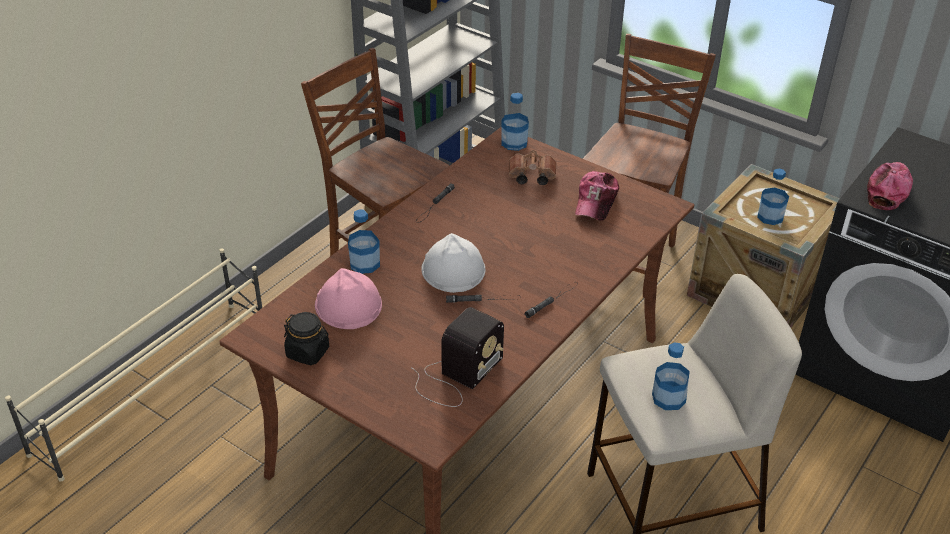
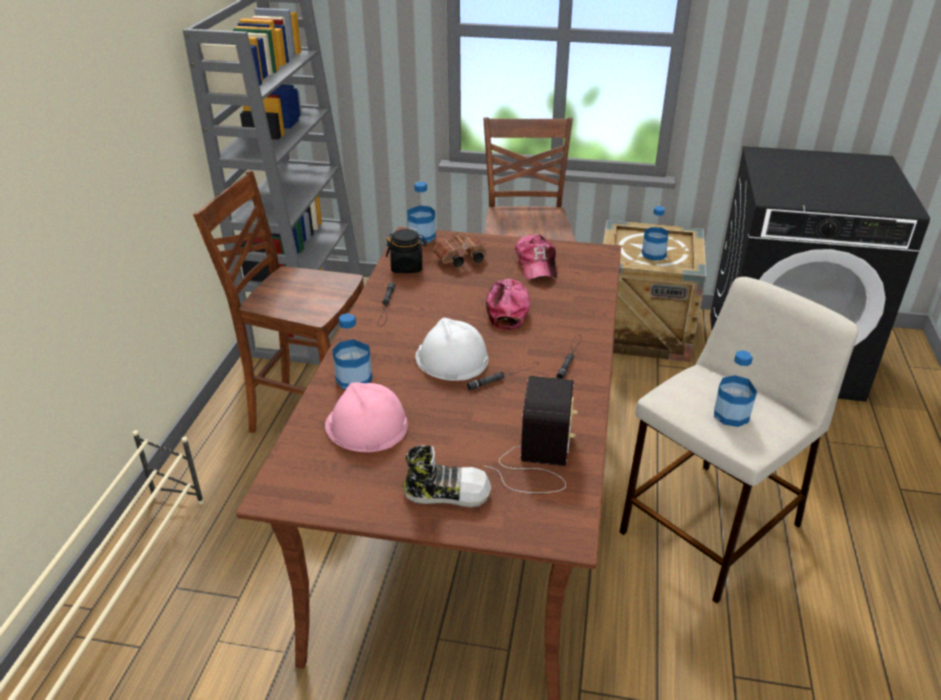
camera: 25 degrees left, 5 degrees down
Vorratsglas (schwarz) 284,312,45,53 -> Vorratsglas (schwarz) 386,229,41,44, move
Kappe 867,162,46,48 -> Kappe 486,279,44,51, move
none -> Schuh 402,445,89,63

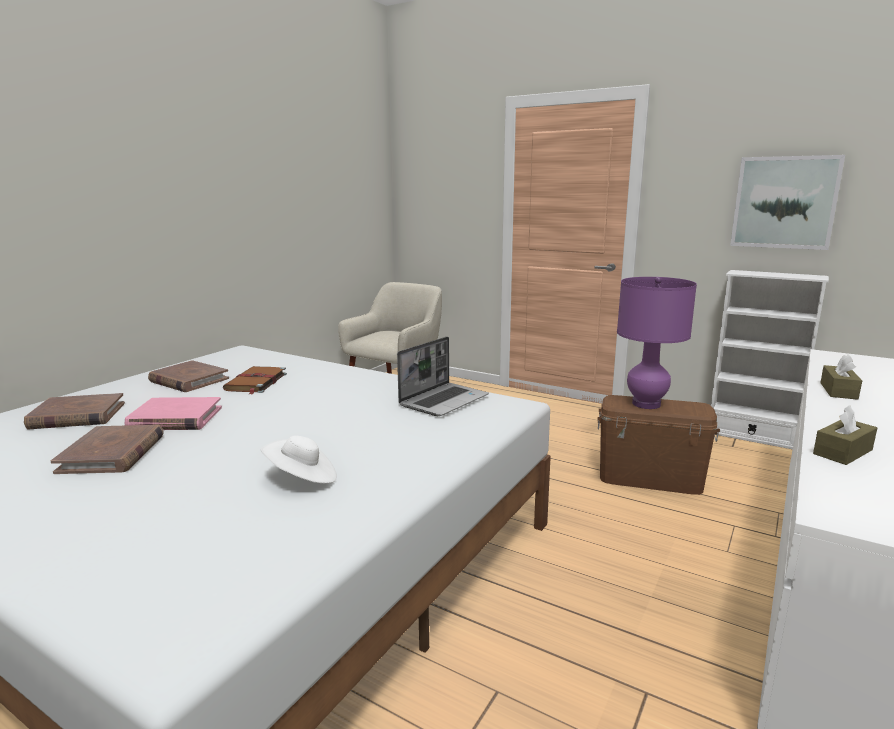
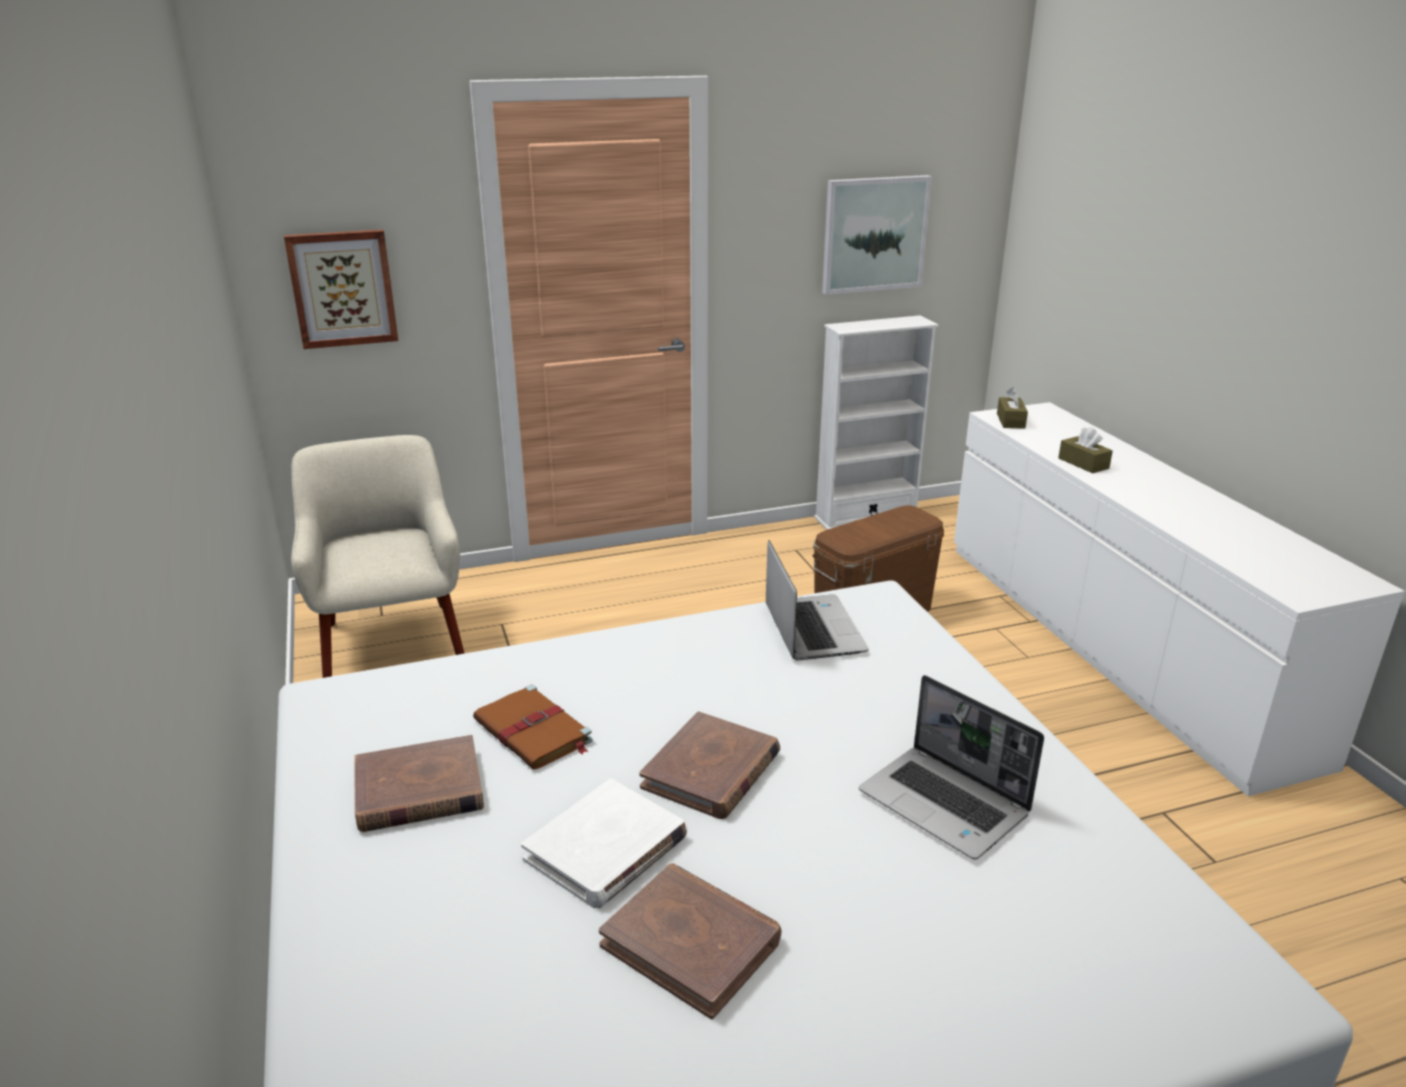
camera: 50 degrees left, 10 degrees up
Buch (braun) 24,393,101,37 -> Buch (braun) 639,711,141,108, move
Buch (rosa) 125,397,97,33 -> Buch (weiß) 521,779,166,129
Hut (weiß) 261,435,76,49 -> Laptop 859,675,185,185
Tischlampe (lila) 617,277,80,132 -> none
Taschentuchbox (braun) 813,405,64,60 -> Taschentuchbox (braun) 997,387,31,42, move
none -> Bild 284,229,114,120

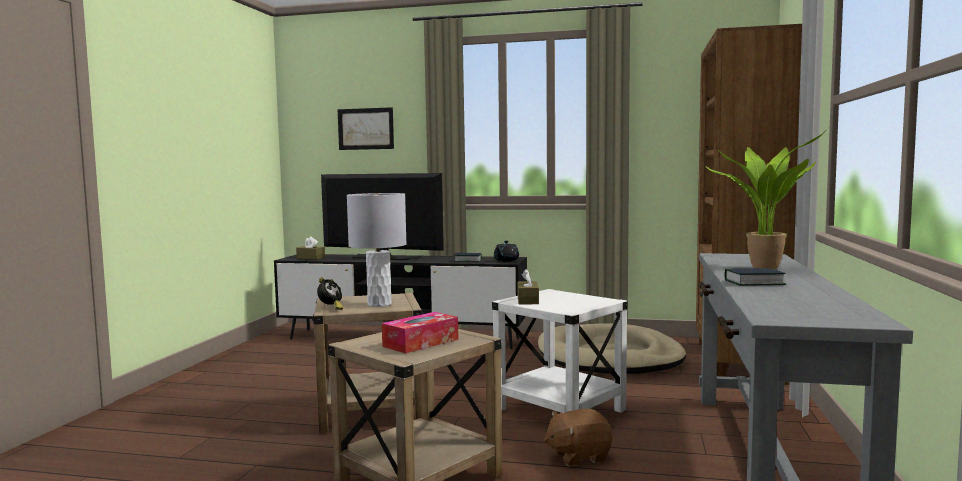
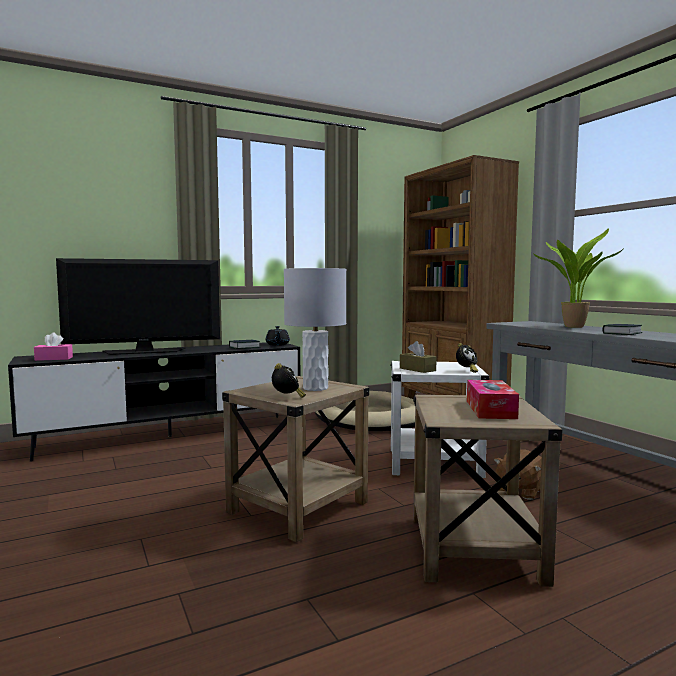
camera: 40 degrees left, 0 degrees up
Taschentuchbox (braun) 296,236,29,24 -> Taschentuchbox (rosa) 34,333,39,28
Bild 338,107,56,43 -> none
none -> Wecker 456,343,22,30

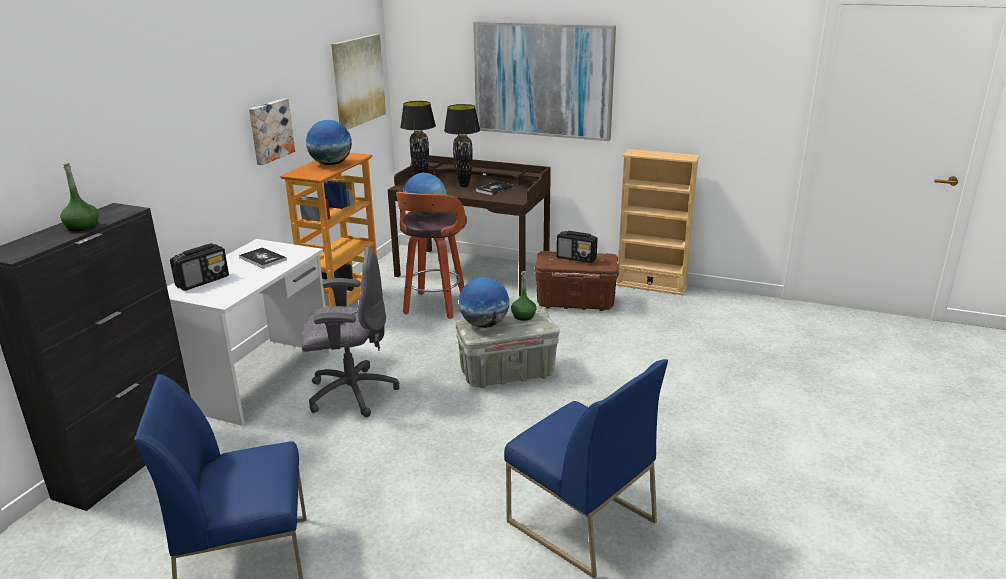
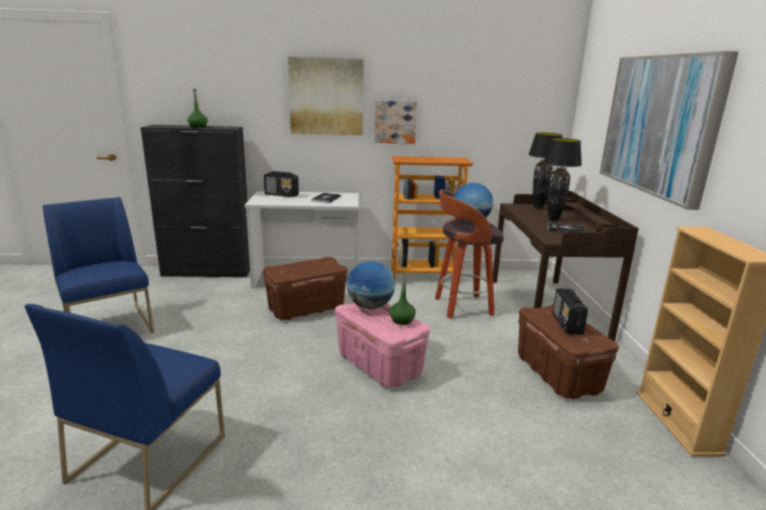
camera: 65 degrees right, 5 degrees down
Bürostuhl (grau) 301,246,98,171 -> Aufbewahrungsbox (braun) 263,257,85,63
Globus 306,120,46,45 -> none
Bild 331,34,55,96 -> Bild 288,57,76,78, move
Aufbewahrungsbox (grau) 456,309,104,79 -> Aufbewahrungsbox (rosa) 335,303,95,85

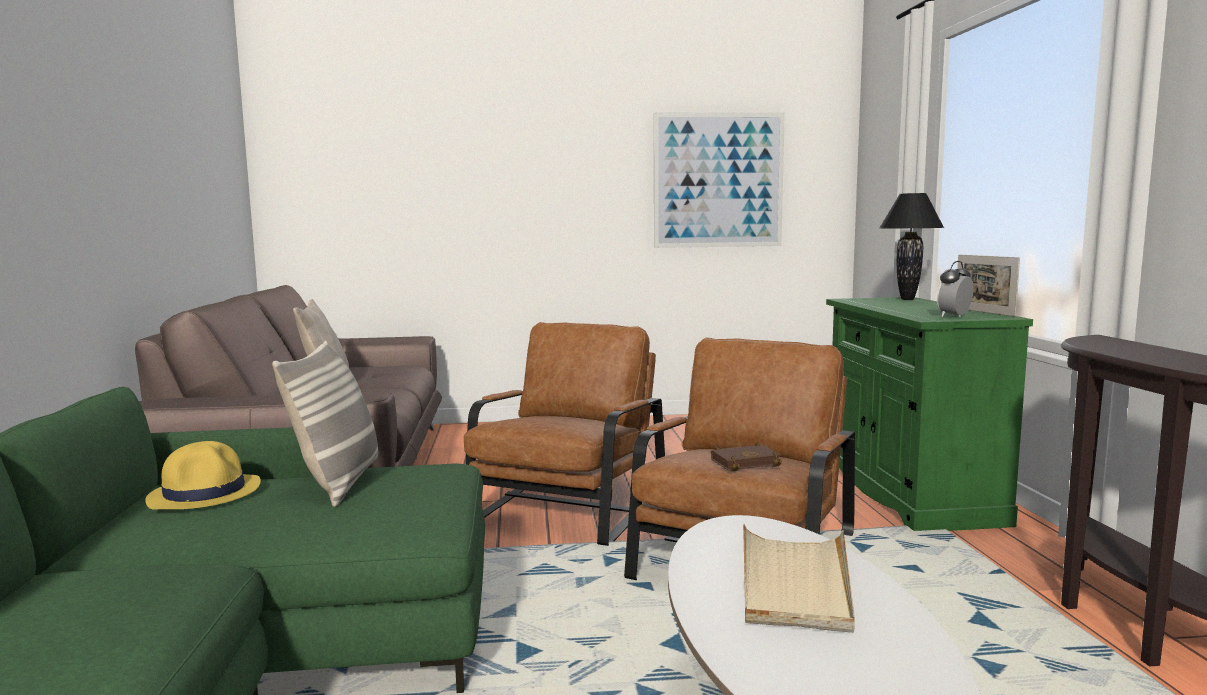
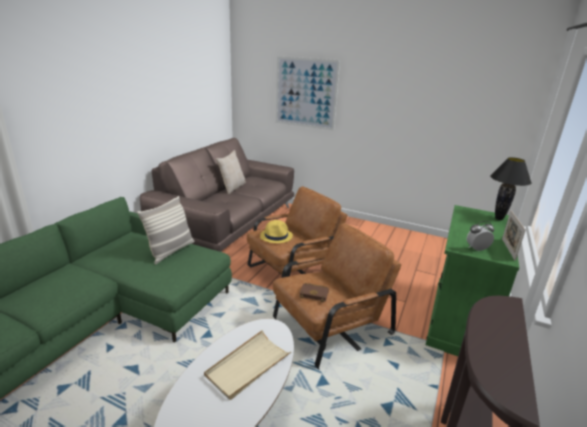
camera: 30 degrees right, 15 degrees up
Hut (gelb) 145,441,116,68 -> Hut (gelb) 260,220,33,23, move
Bild 654,112,131,136 -> Bild 276,56,64,74, move

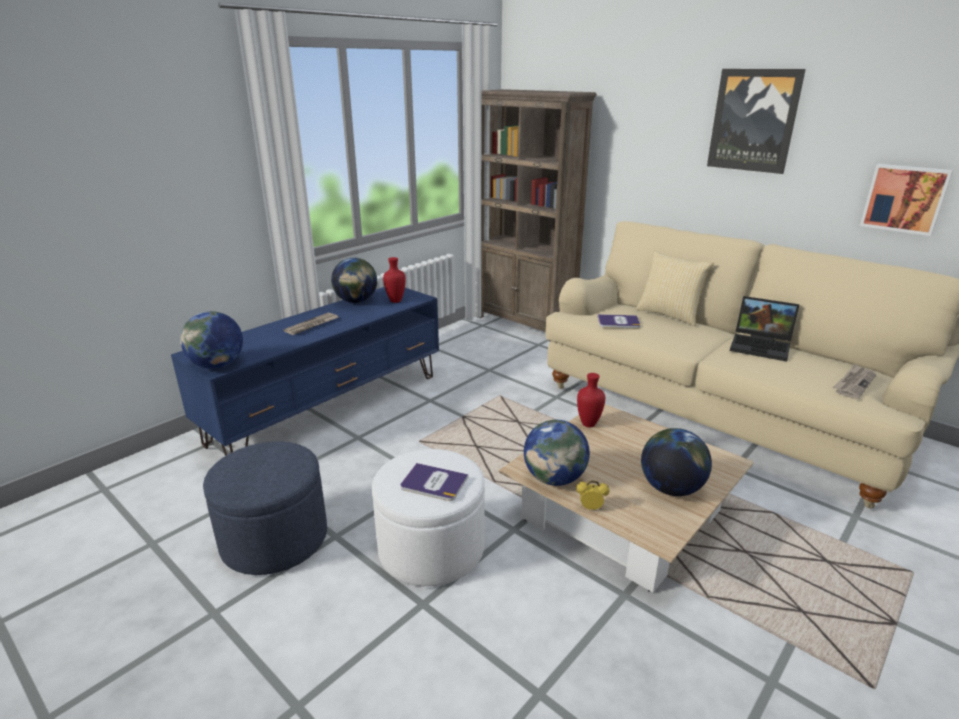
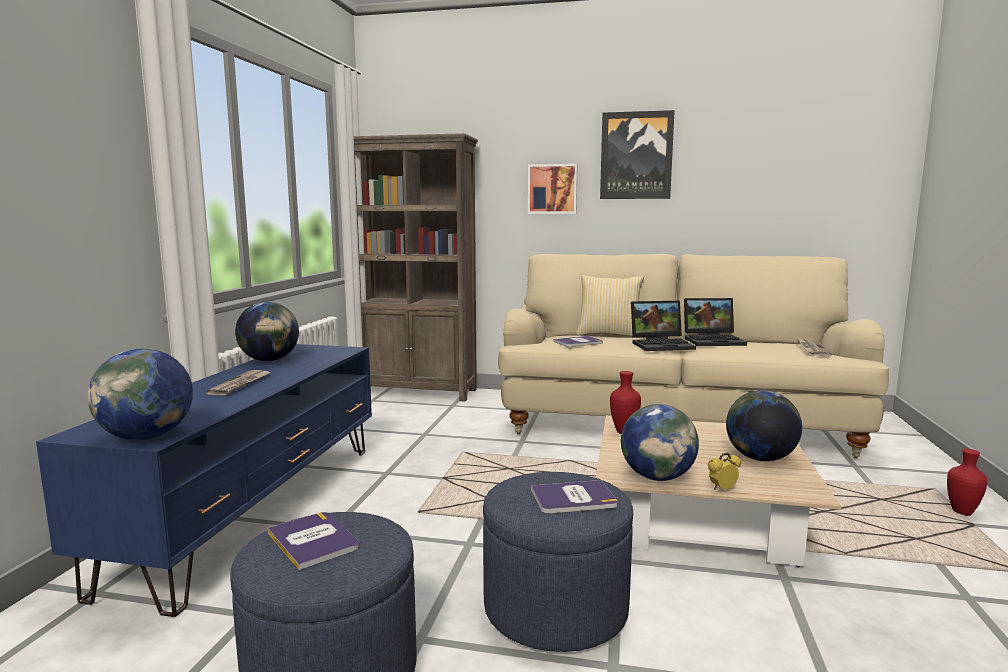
camera: 30 degrees left, 15 degrees down
Polsterhocker (weiß) 372,449,113,137 -> Polsterhocker (blau) 483,472,150,180
Vase (rot) 383,257,23,46 -> Vase (rot) 947,449,41,67, move
Bild 860,164,93,72 -> Bild 528,164,50,50, move
none -> Buch 267,512,92,58
none -> Laptop 631,301,65,50

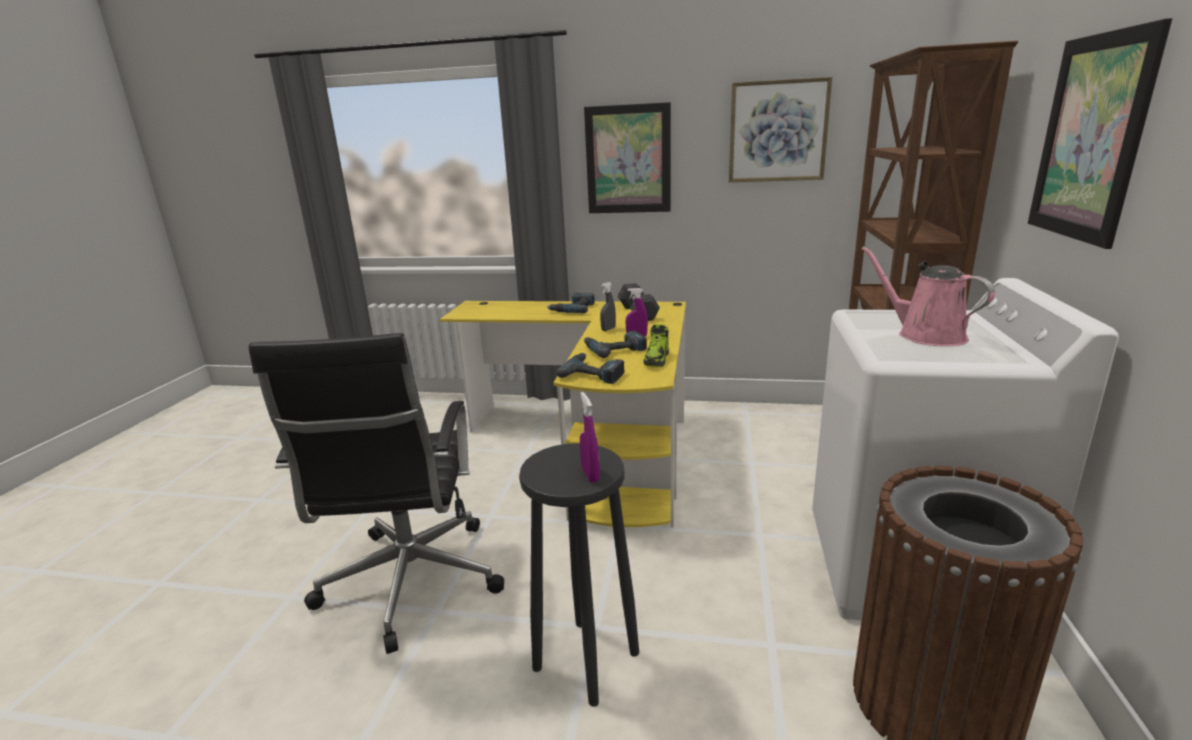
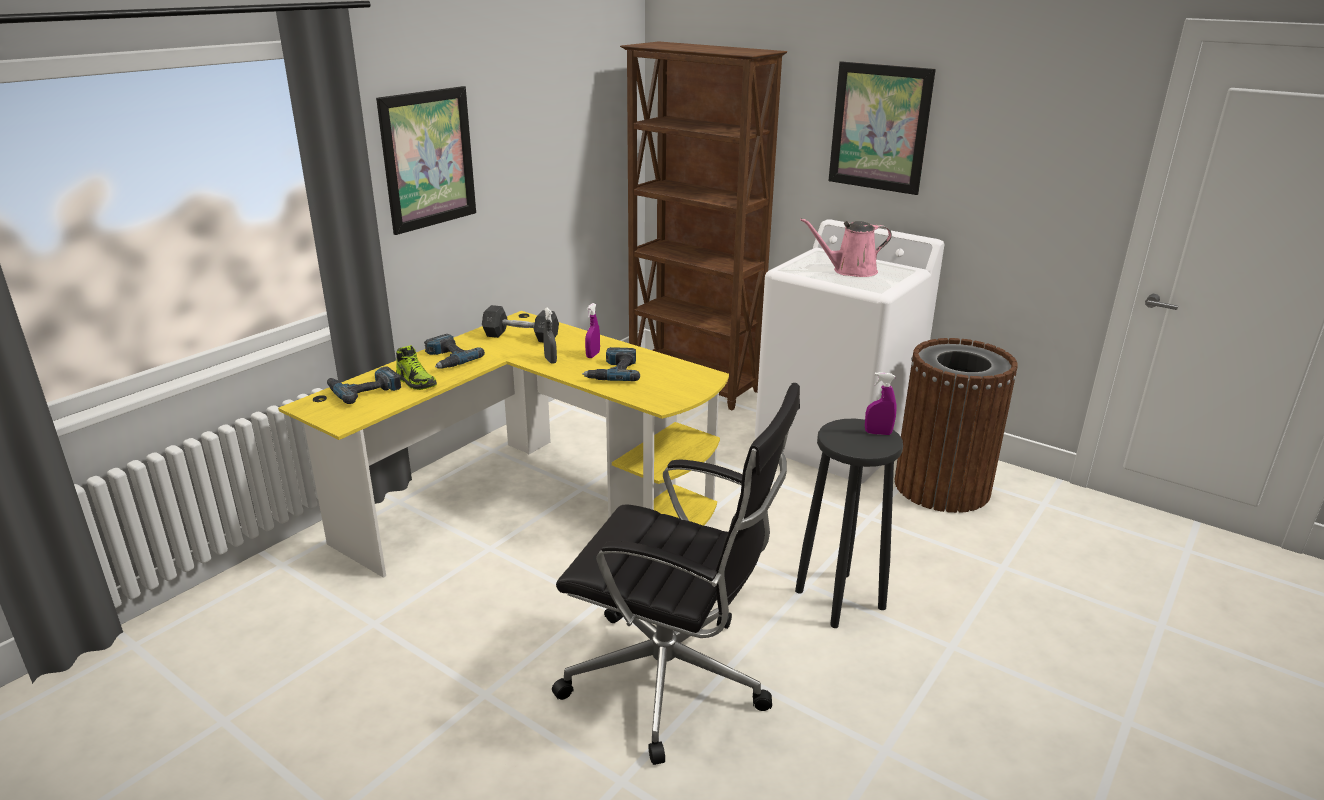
camera: 65 degrees left, 5 degrees up
Bohrmaschine 556,353,69,31 -> Bohrmaschine 327,366,74,38, move
Schuh 643,324,26,43 -> Schuh 396,345,41,45, move
Bild 729,77,103,105 -> none

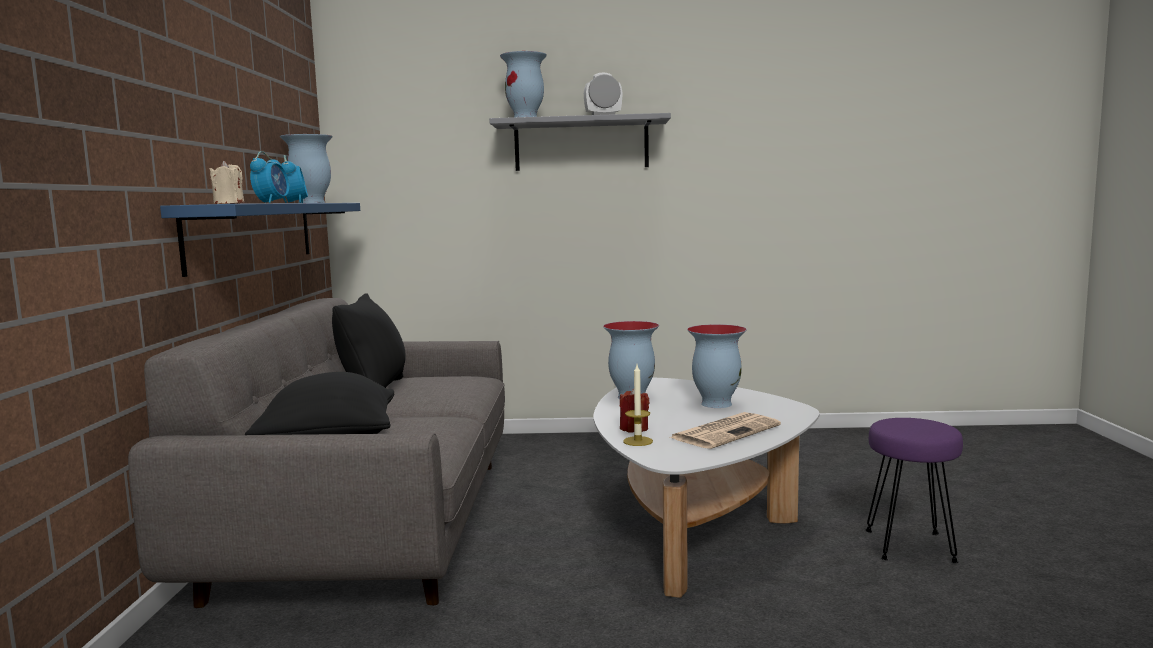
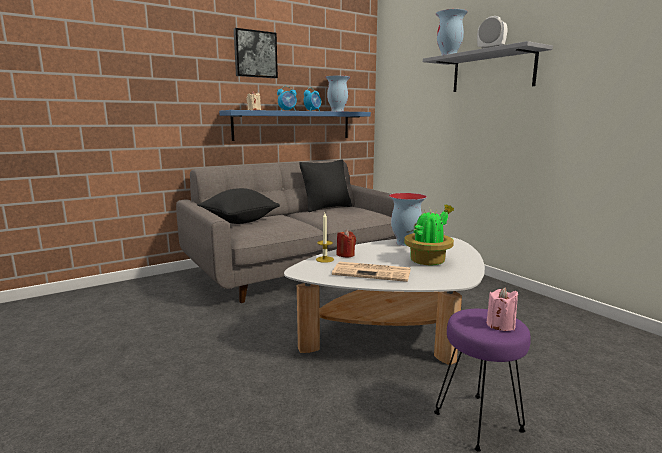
camera: 55 degrees right, 5 degrees up
Vase 687,324,60,84 -> Topfpflanze 404,204,50,61
none -> Bild 234,28,44,50
none -> Kerze (rosa) 486,287,32,44

